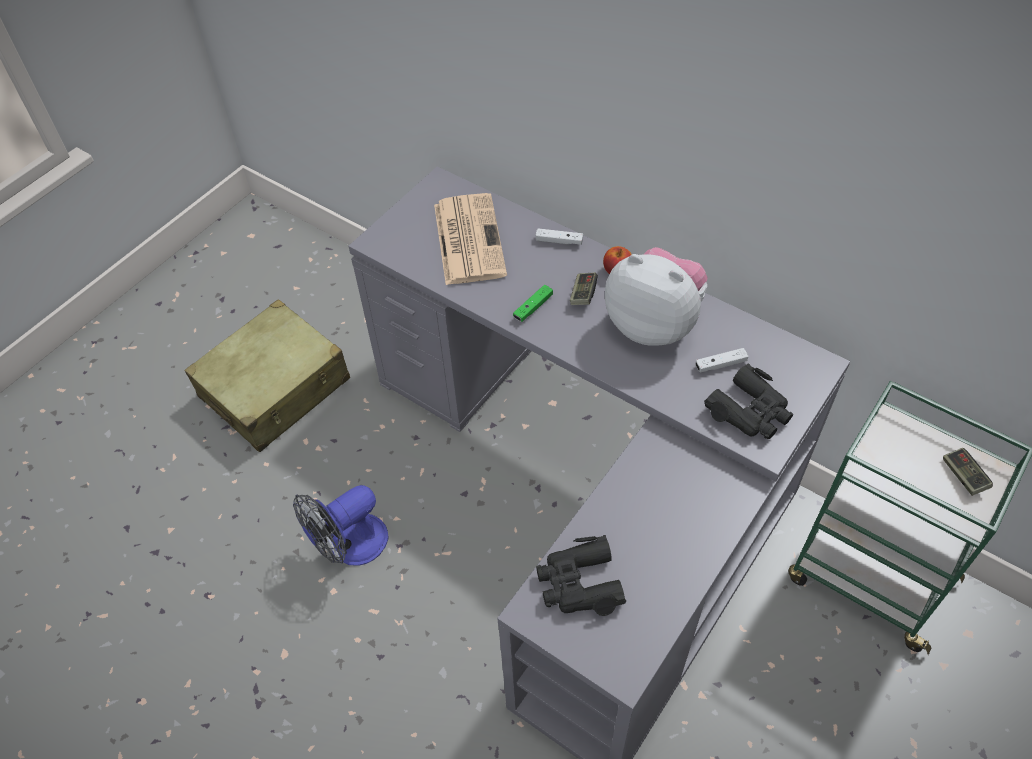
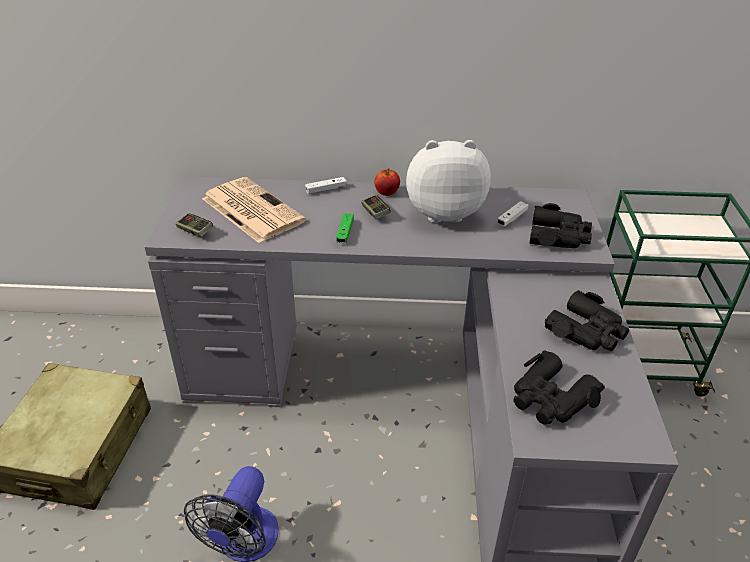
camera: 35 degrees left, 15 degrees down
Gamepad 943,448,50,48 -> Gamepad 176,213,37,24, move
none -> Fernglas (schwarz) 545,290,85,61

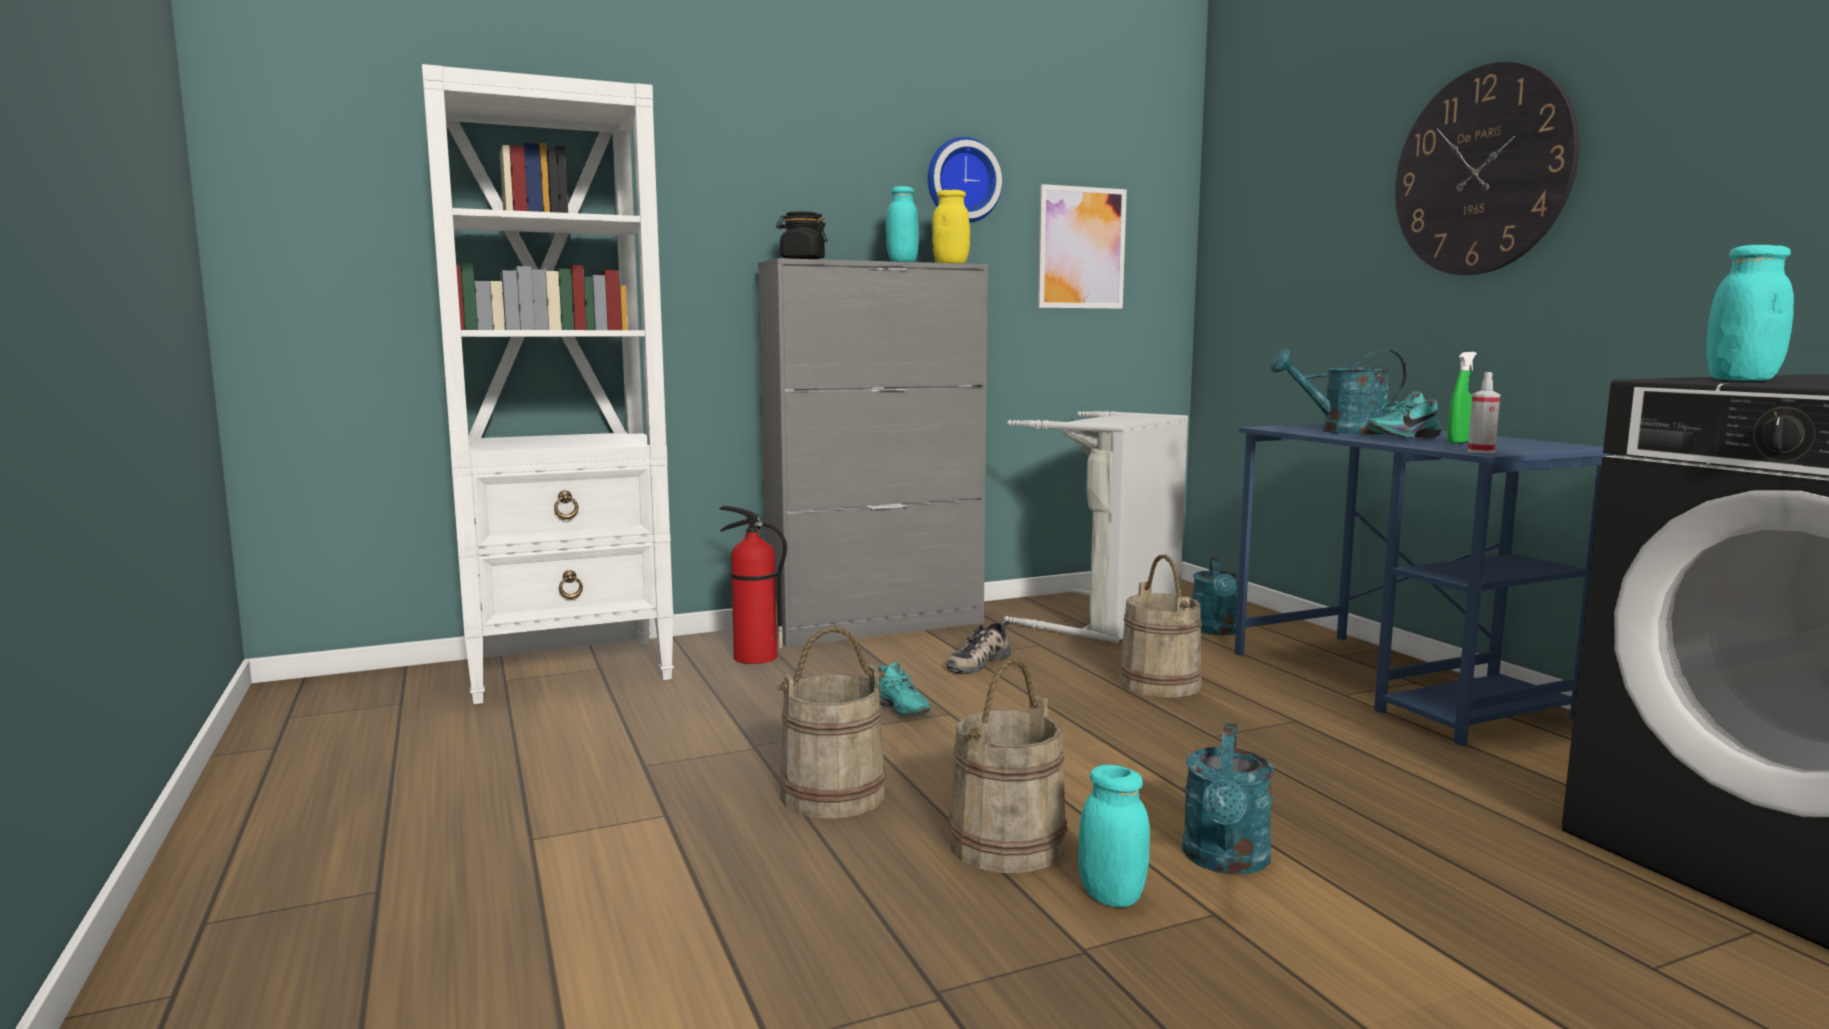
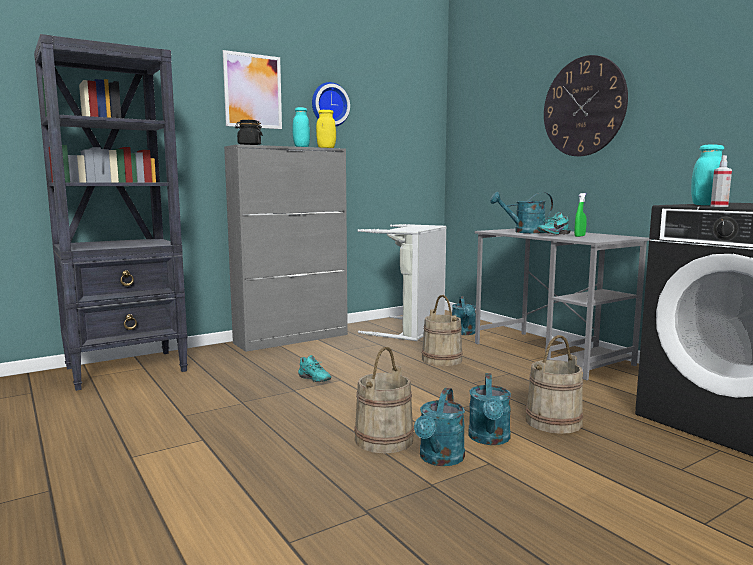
camera: 10 degrees left, 0 degrees up
Bücherregal (weiß) 422,64,252,640 -> Bücherregal (schwarz) 34,34,154,357
Feuerlöscher 719,506,68,158 -> none
Eimer (beige) 776,626,110,192 -> Eimer (beige) 526,335,57,99, move
Schuh 946,620,65,54 -> none
Bild 1038,184,89,125 -> Bild 223,50,59,79, move
Vorratsglas (türkis) 1078,765,72,142 -> Gießkanne (türkis) 414,388,51,78
Schreibtisch (blau) 1235,424,379,322 -> Schreibtisch (grau) 475,229,176,151
Sprühflasche 1467,372,33,81 -> Sprühflasche 711,155,21,52, move

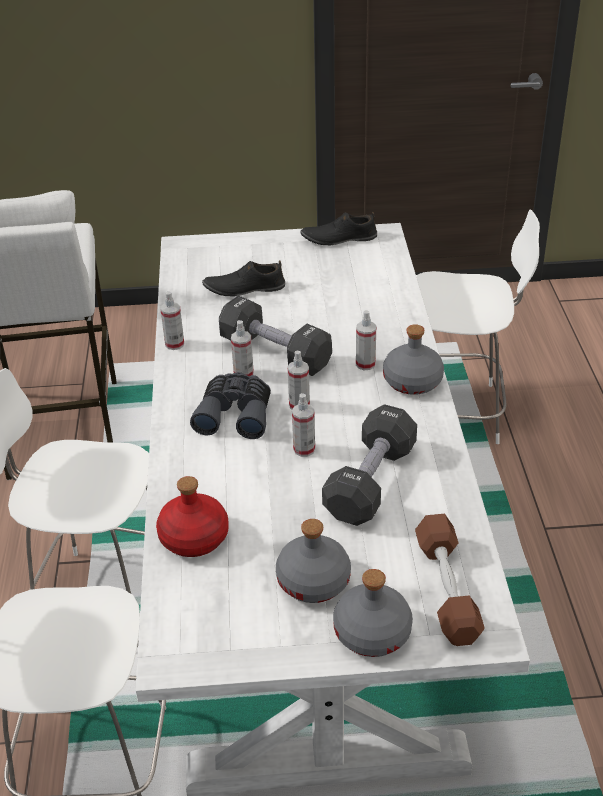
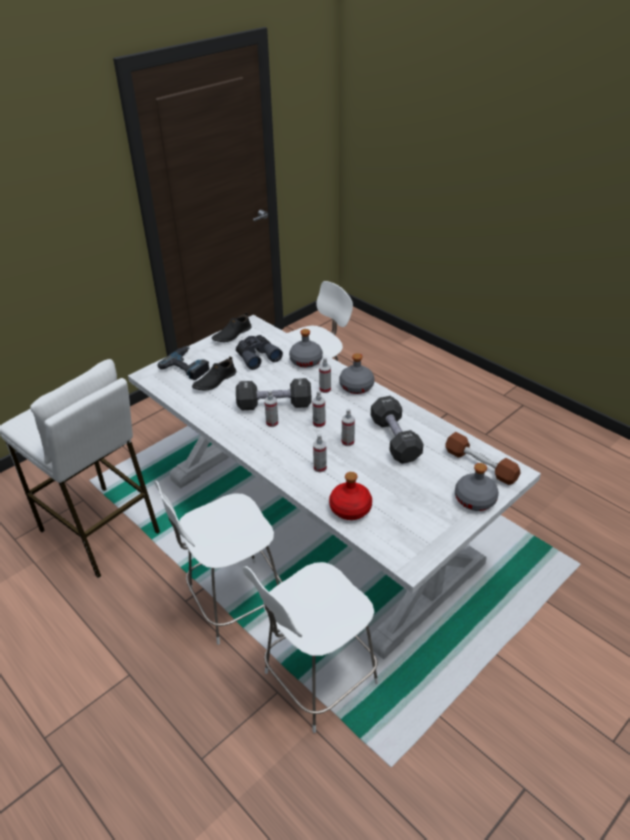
camera: 40 degrees left, 0 degrees up
Sprühflasche 160,291,24,59 -> Sprühflasche 313,434,14,39, move
Fernglas (grau) 190,372,81,67 -> Fernglas (grau) 236,335,47,35, move
Flasche (grau) 276,519,75,84 -> Flasche (grau) 289,329,34,39, move
none -> Bohrmaschine 158,346,52,34

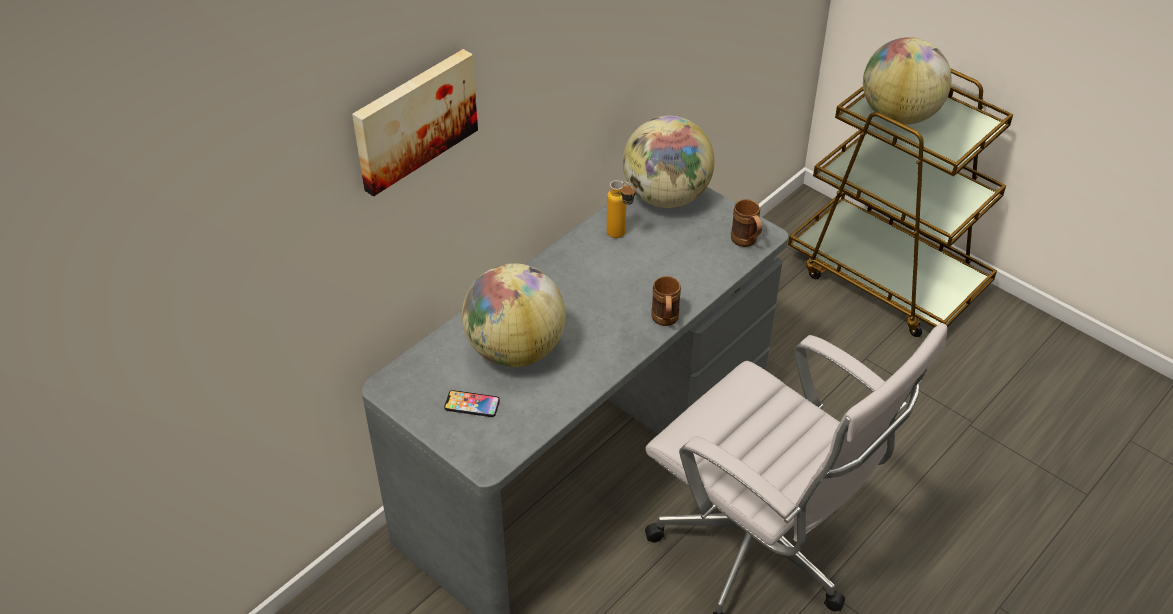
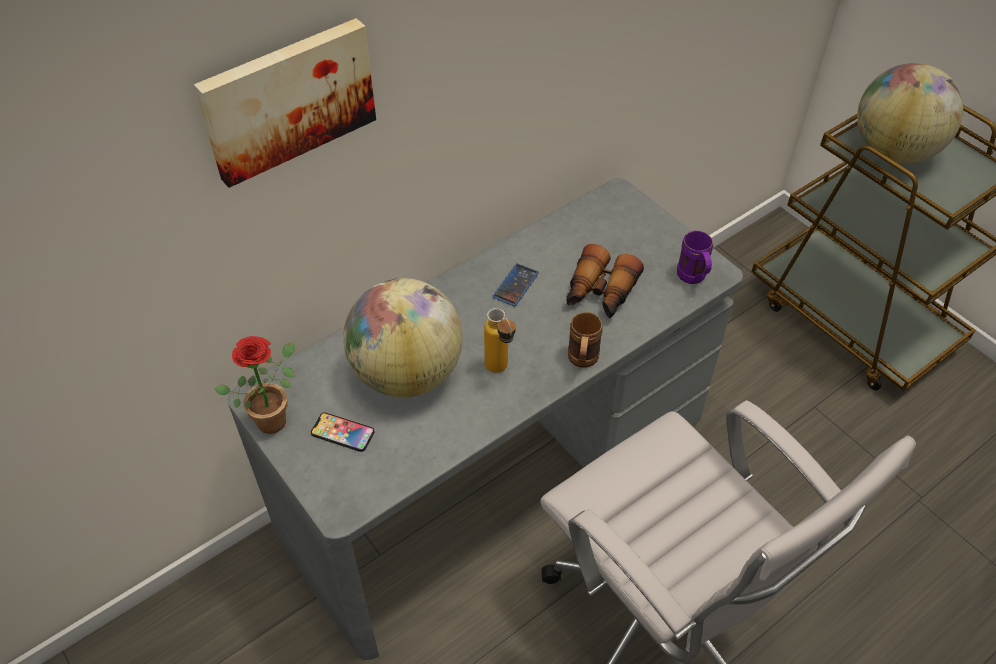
camera: 10 degrees right, 5 degrees up
Flasche 607,180,28,58 -> Flasche 484,308,32,65, move
Globus 623,116,91,92 -> none
Henkelbecher (braun) 731,199,31,48 -> Henkelbecher (lila) 677,231,36,53
none -> Topfpflanze 214,336,81,98
none -> Handy 492,263,47,44
none -> Fernglas 566,244,78,74

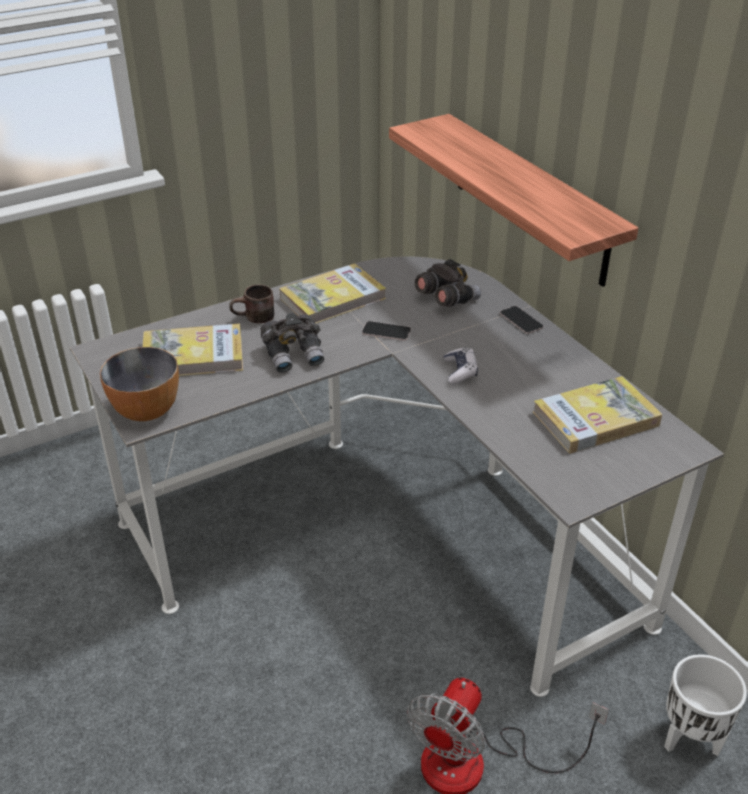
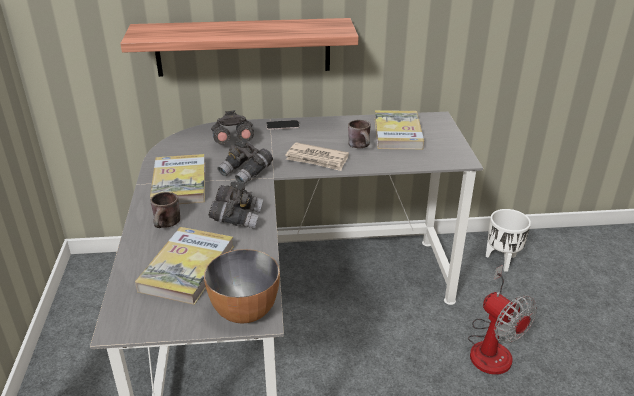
camera: 65 degrees left, 5 degrees down
Handy 362,321,49,20 -> Fernglas (grau) 217,139,56,46
Gamepad 444,347,34,37 -> Zeitung 285,142,64,29
none -> Henkelbecher (braun) 348,120,23,28

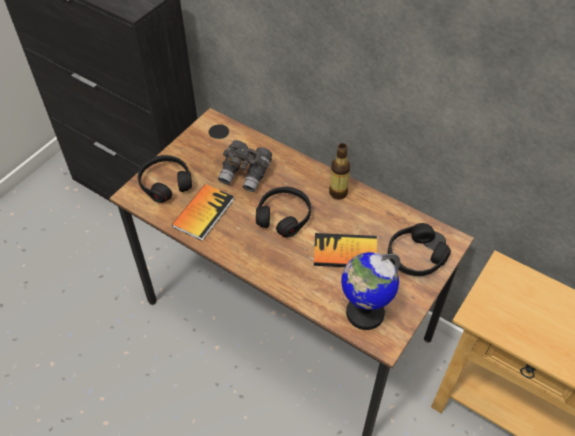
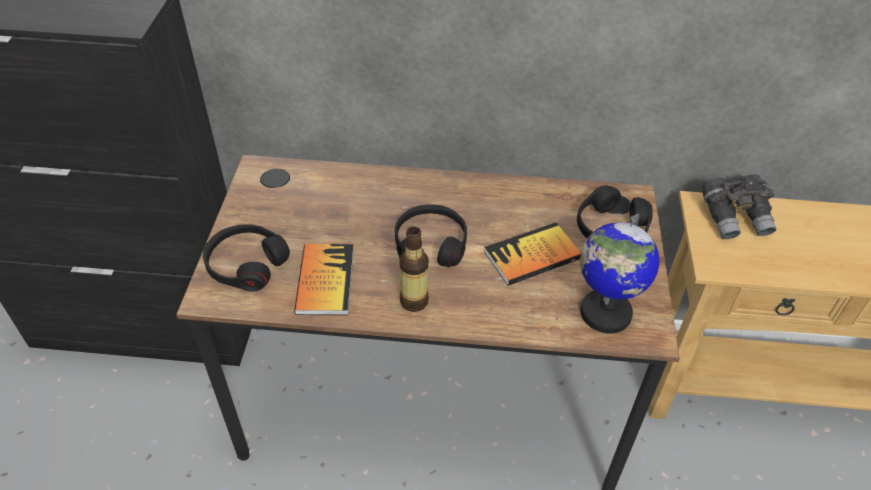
camera: 30 degrees left, 5 degrees down
Fernglas (grau) 218,140,54,52 -> Fernglas (grau) 702,174,74,65, move
Flasche 329,143,22,57 -> Flasche 399,227,30,85, move

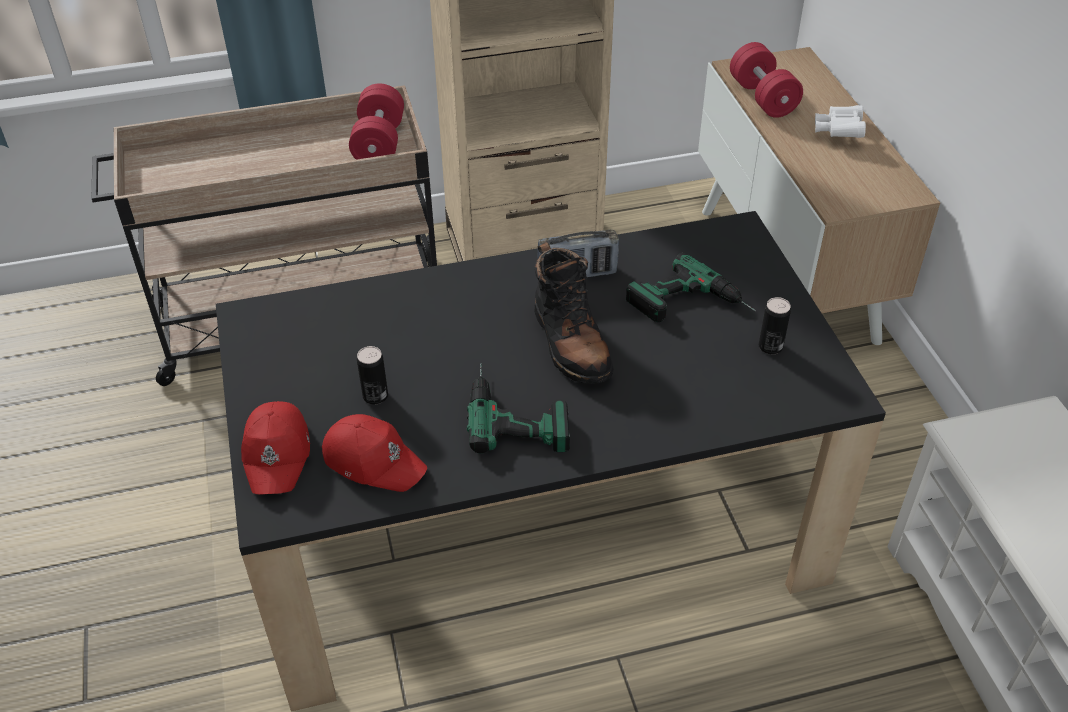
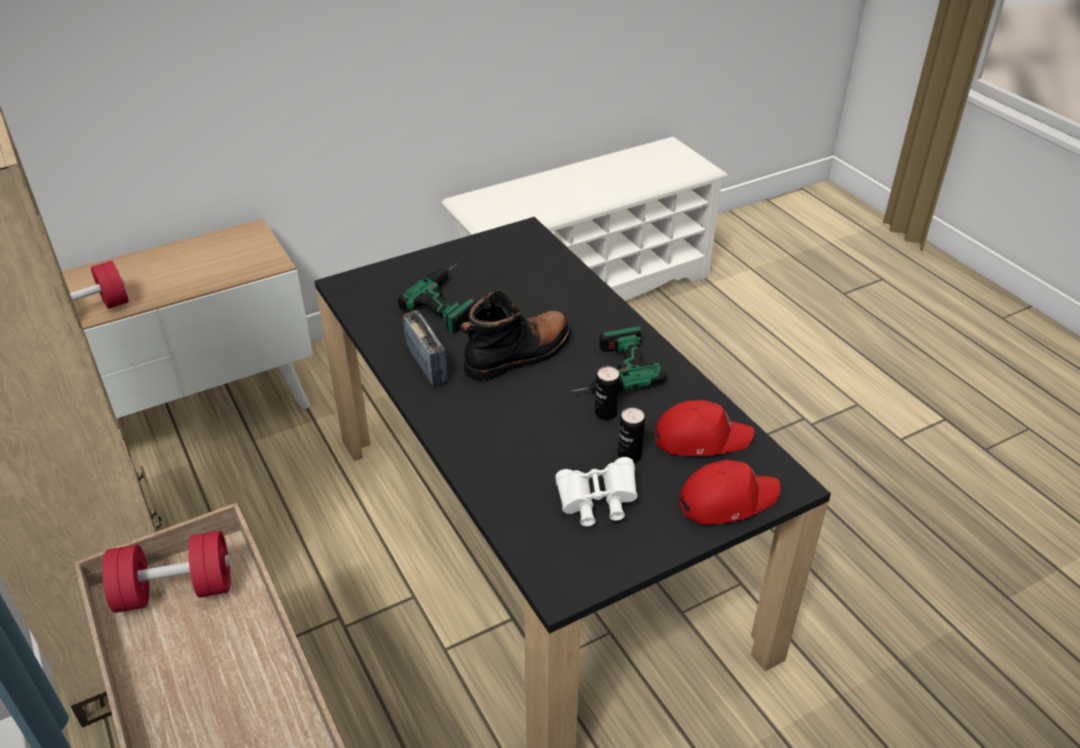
camera: 105 degrees left, 5 degrees down
Kappe (rot) 322,414,105,78 -> Kappe (rot) 655,400,99,56, 75 degrees clockwise
Dose 759,297,32,57 -> Dose 595,367,25,53, move
Fernglas (weiß) 815,105,51,33 -> Fernglas (weiß) 555,457,83,69, move

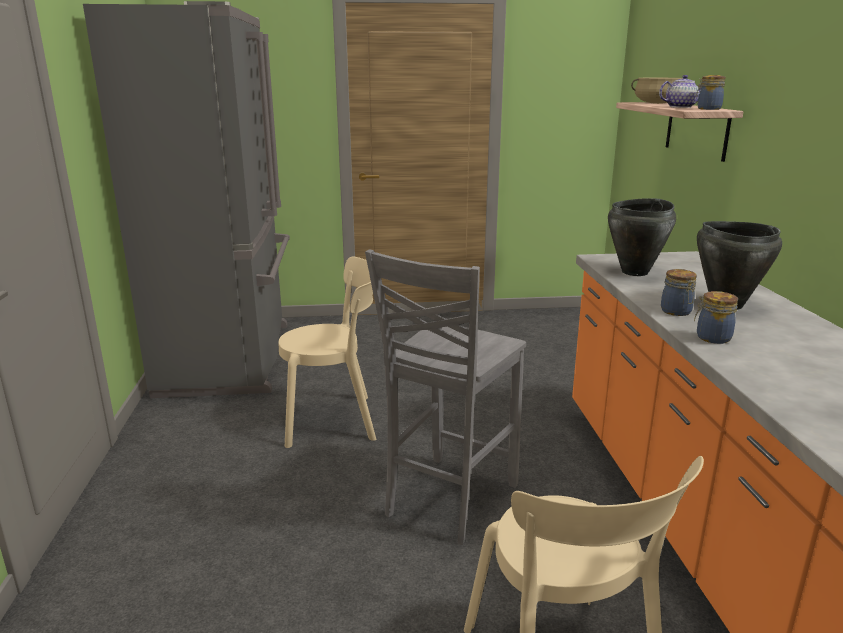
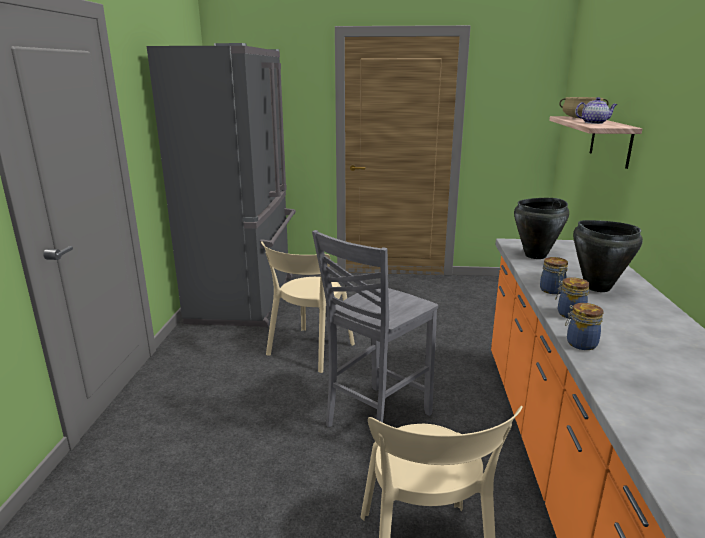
camera: 10 degrees right, 0 degrees up
Stuhl (beige) 279,257,97,191 -> Stuhl (beige) 261,241,94,132, 120 degrees clockwise
Vorratsglas 696,75,30,35 -> Vorratsglas 565,303,39,47, move

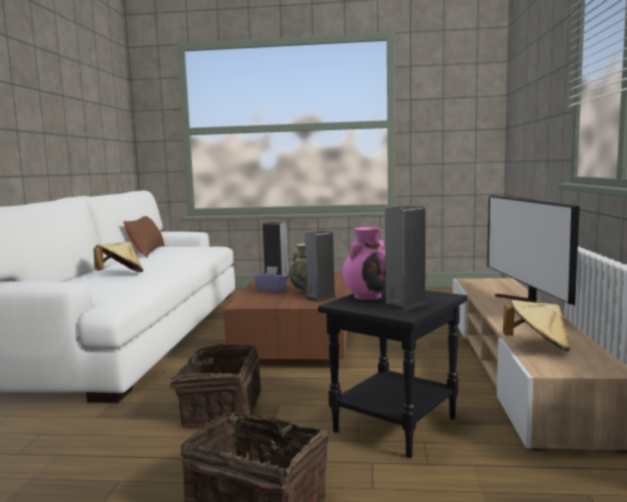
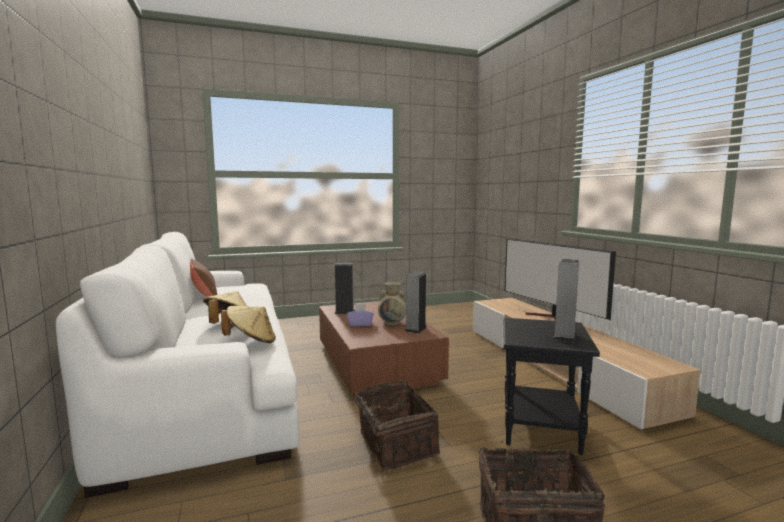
camera: 25 degrees left, 0 degrees up
Vase (rosa) 343,227,43,73 -> none
Hut (beige) 503,300,67,51 -> Hut (beige) 221,306,55,37, move

